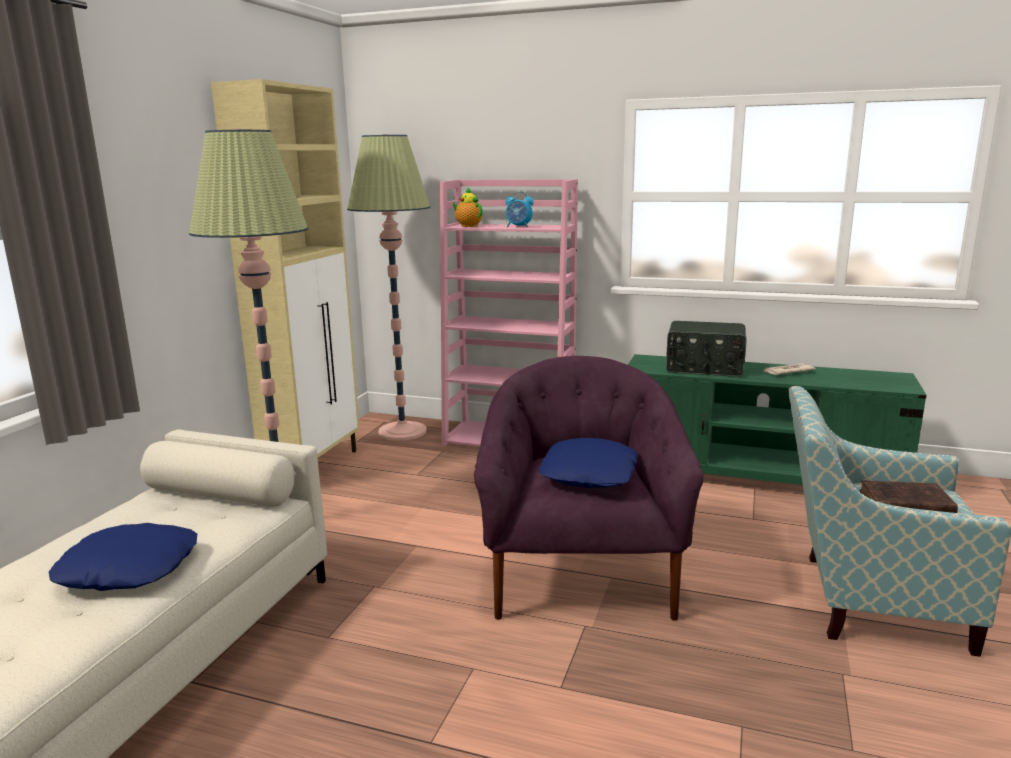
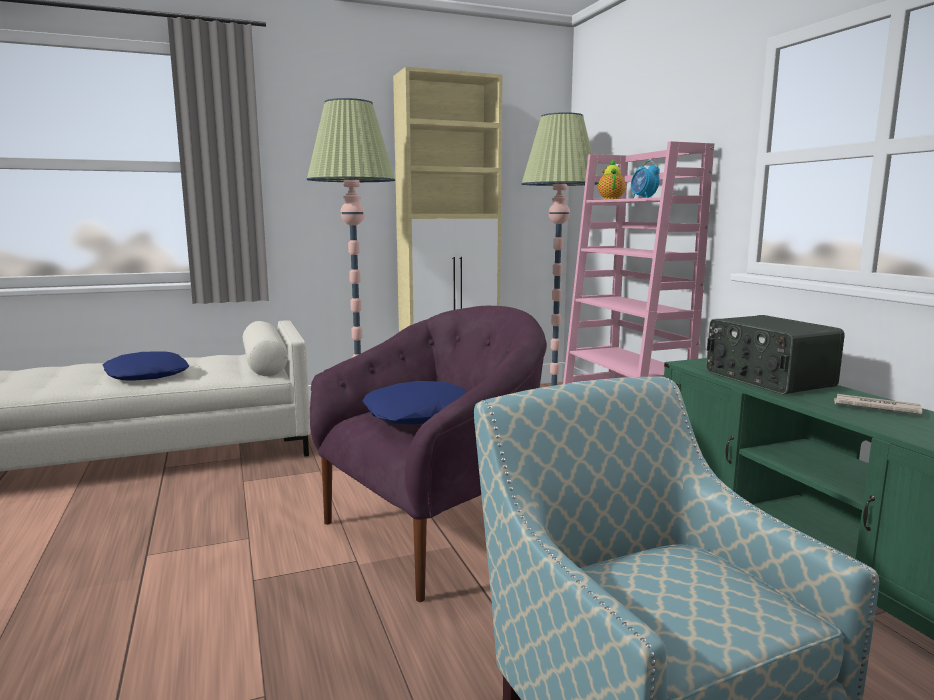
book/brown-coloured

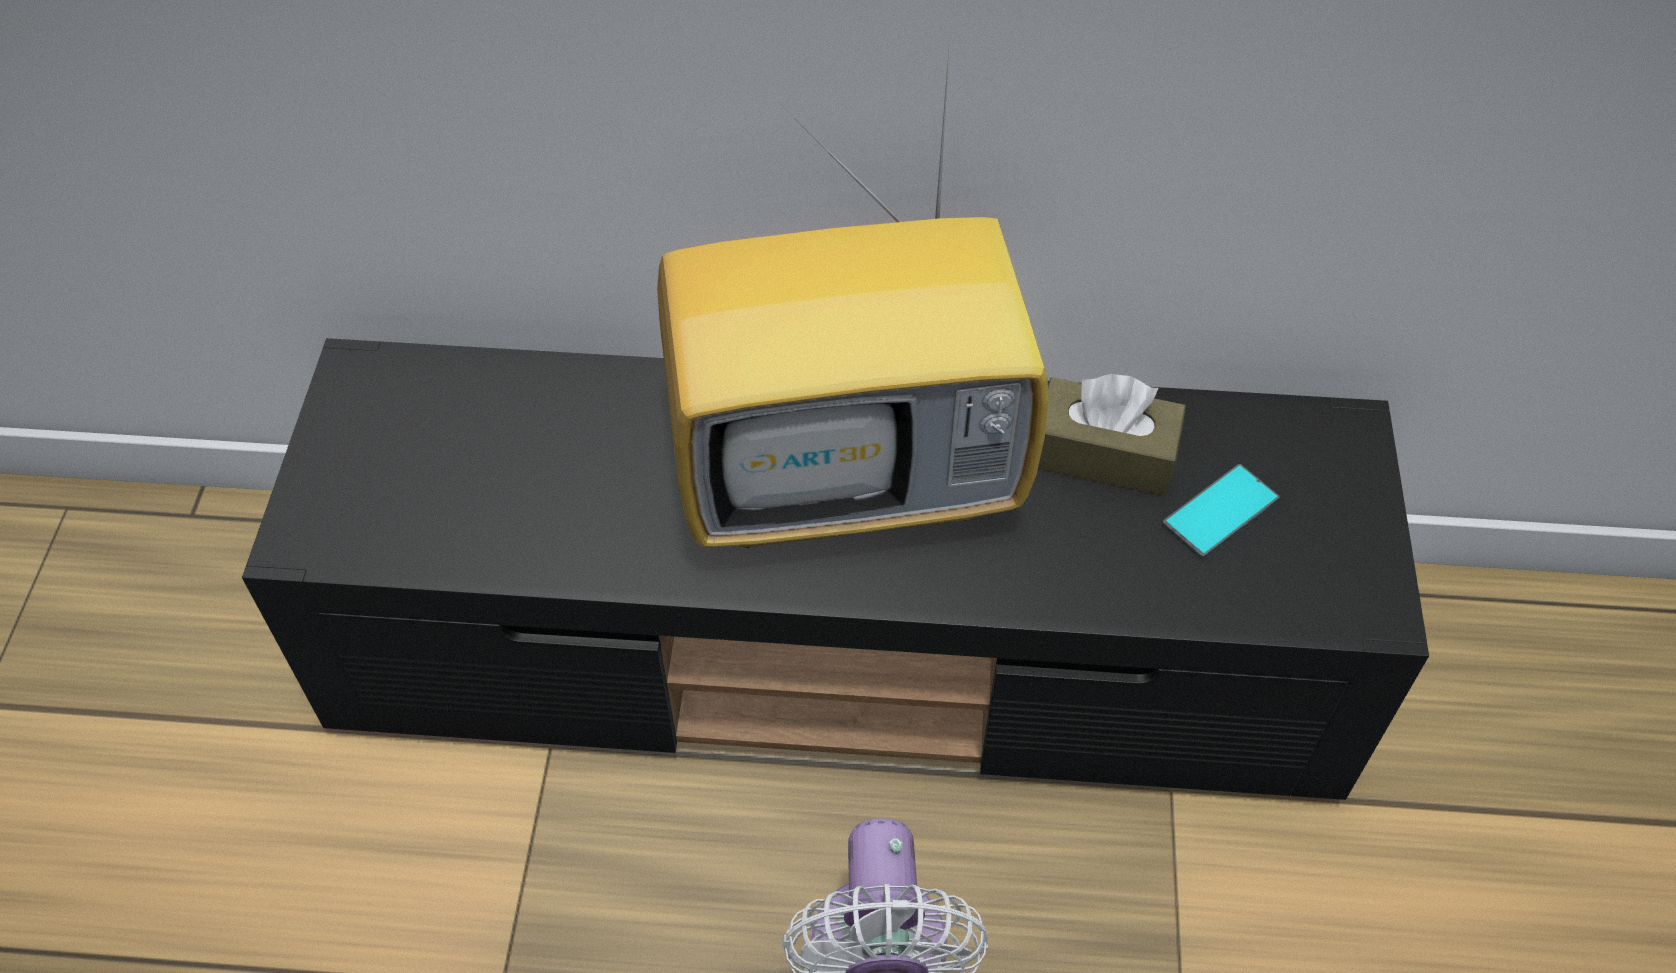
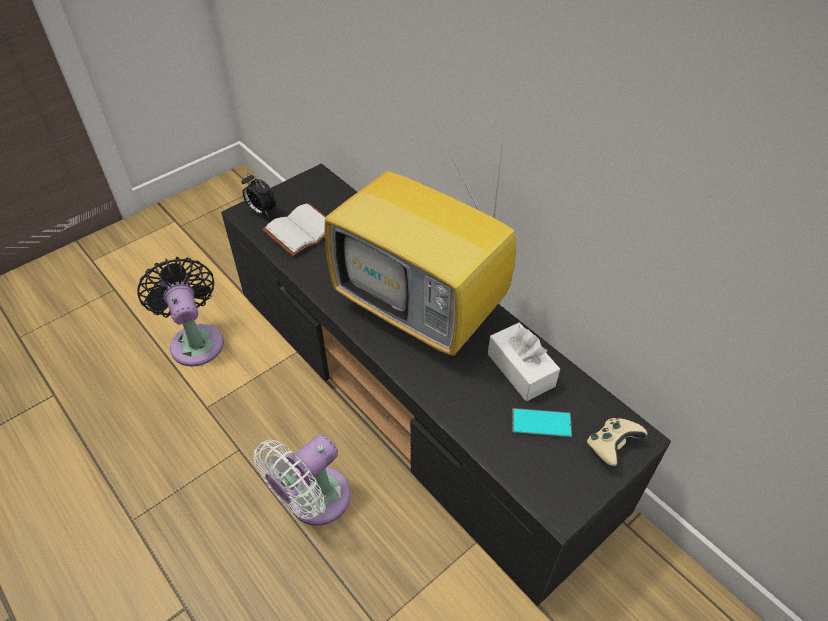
fan/black; table clock; book/white-coloured; gamepad/beige; tissue holder/white-coloured

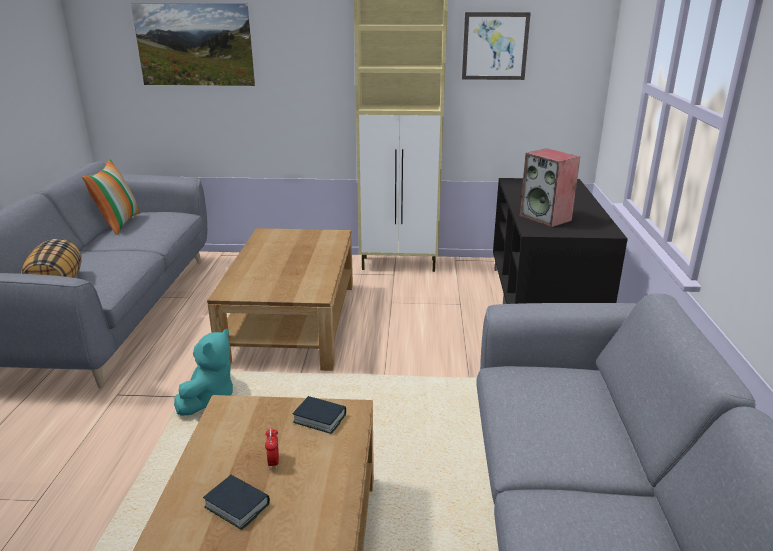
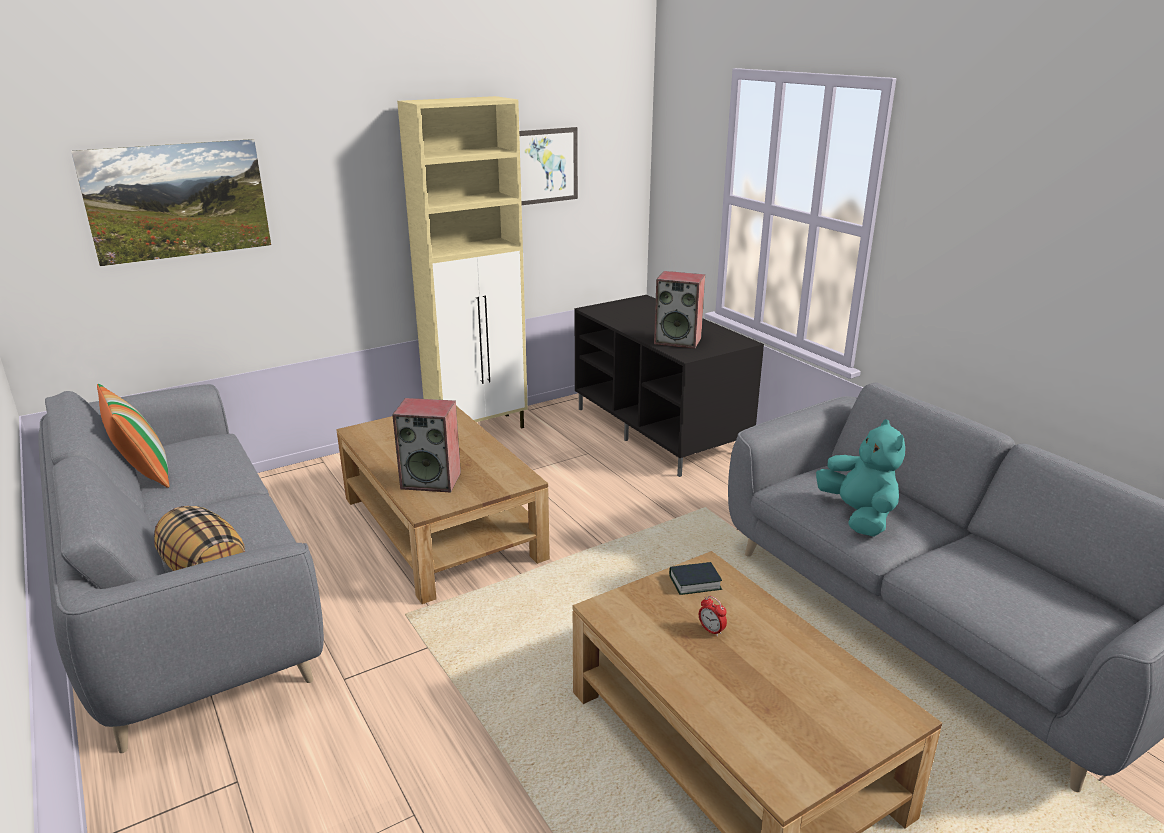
book (1st from left in the first image); loudspeaker (1st from left); plush toy/turquoise-coloured

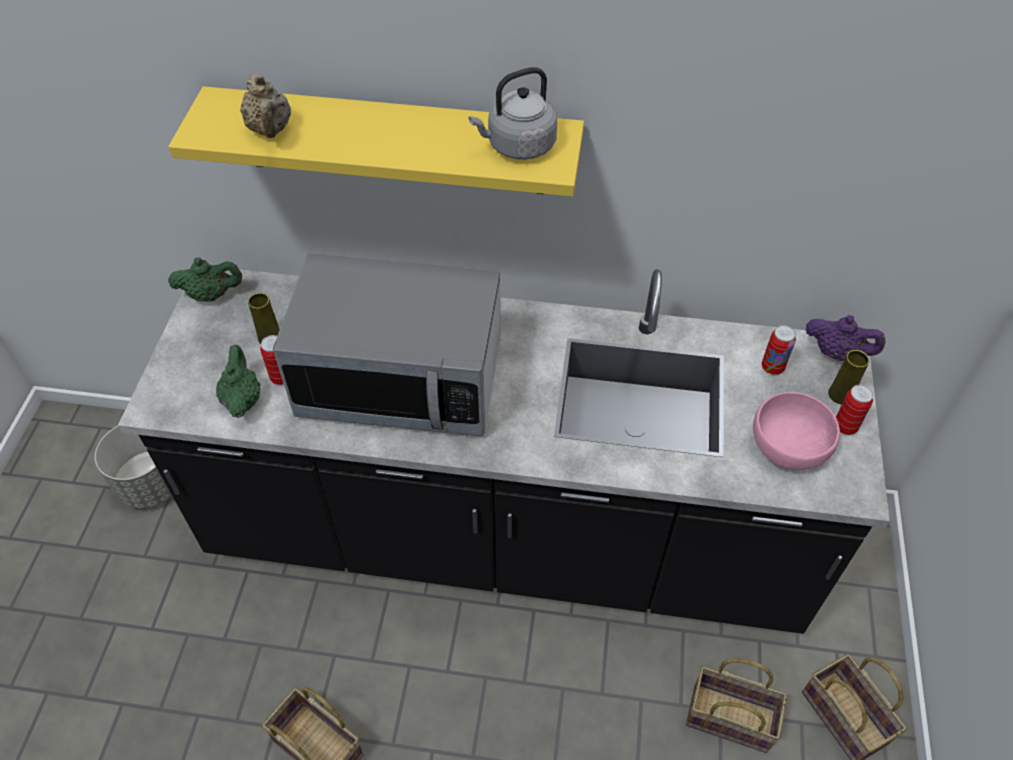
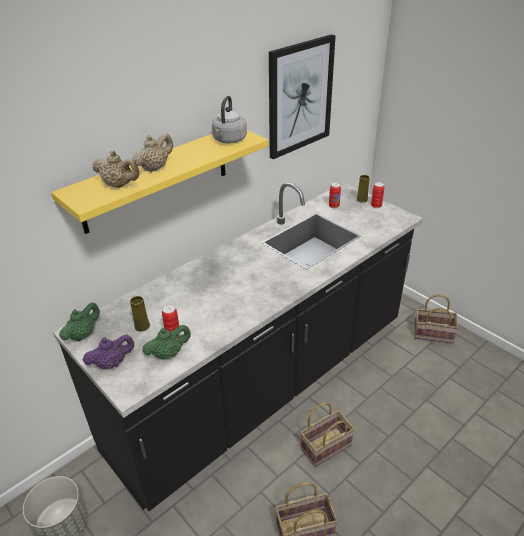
microwave oven; deep dish/pinkish; pot for tea/beige (2nd from left); picture; household basket (2nd from left); pot for tea/purple-coloured; pot for tea/green-coloured (2nd from left)

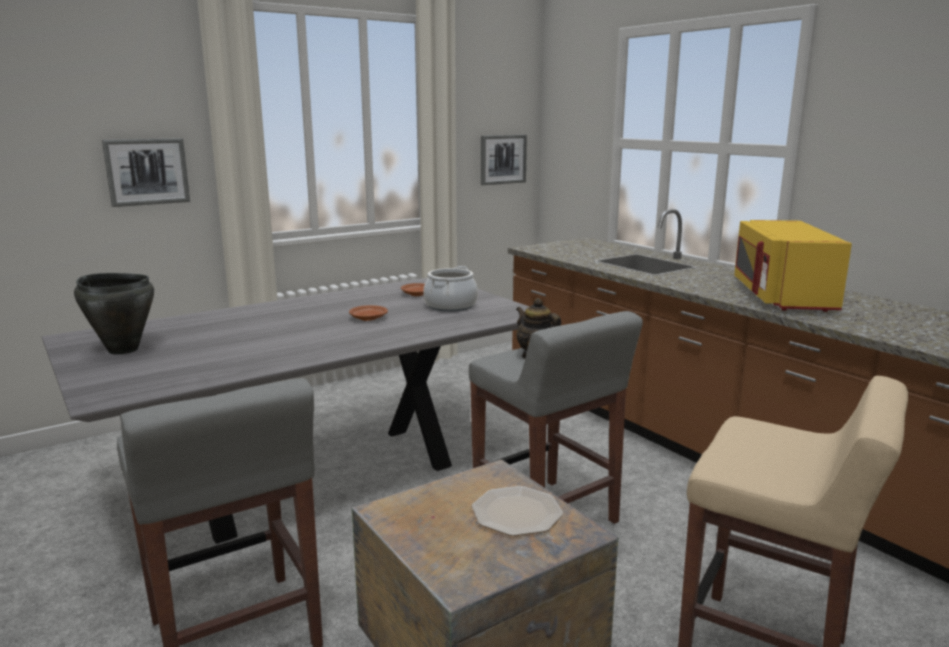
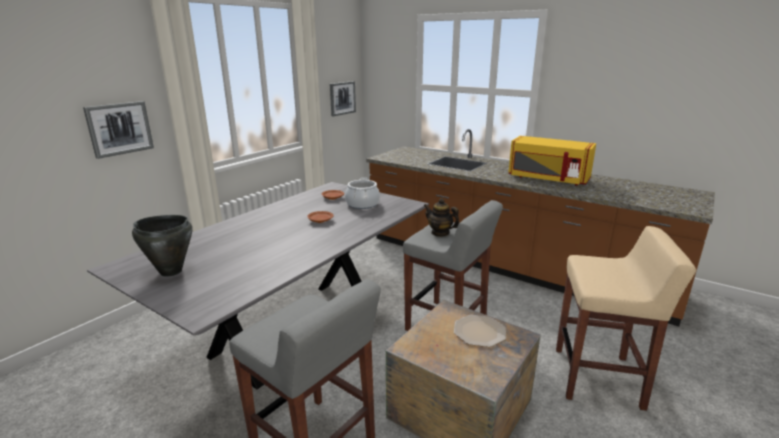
microwave oven/yellow-coloured

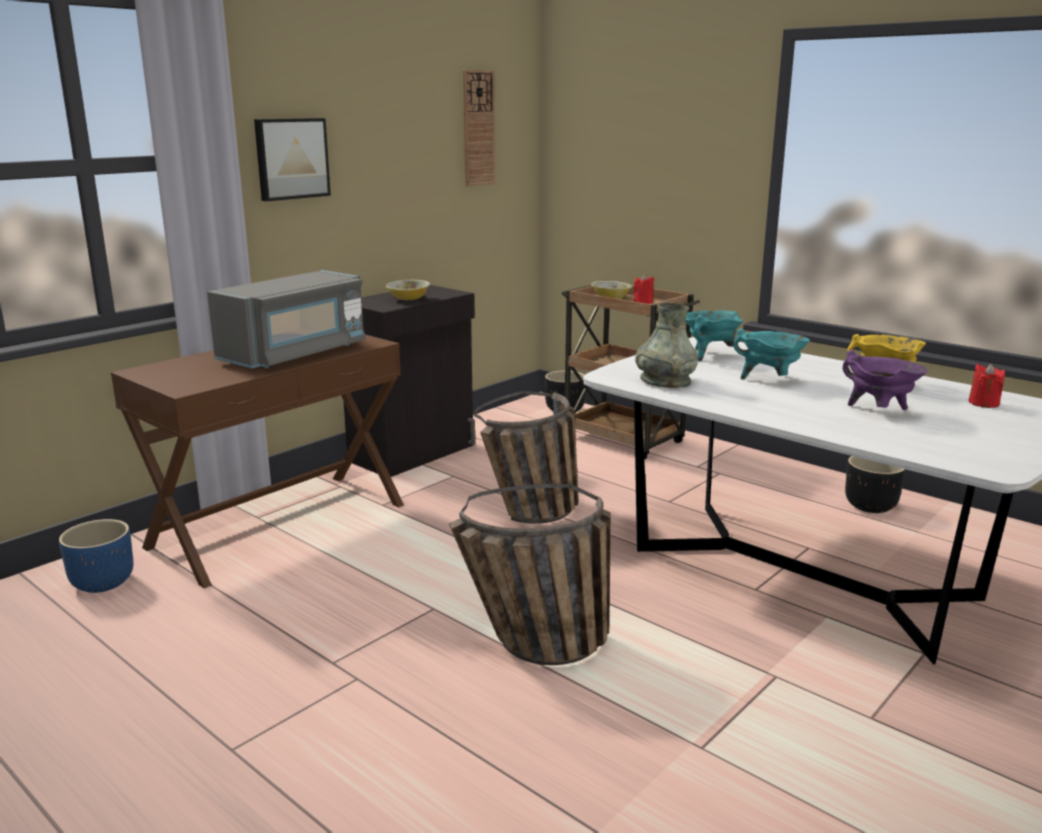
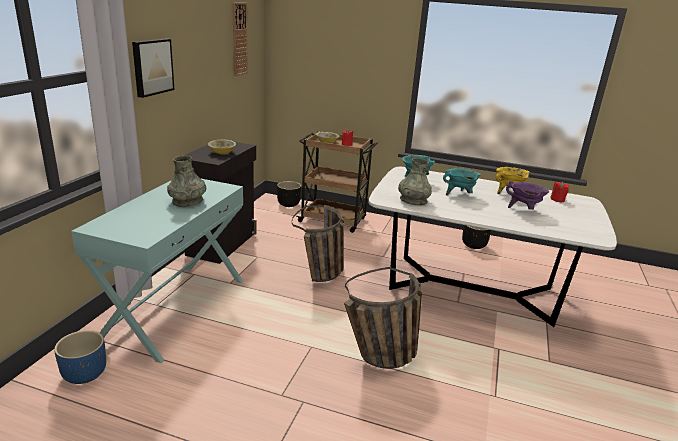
flower vase/gray (1st from left); hall table/turquoise-coloured

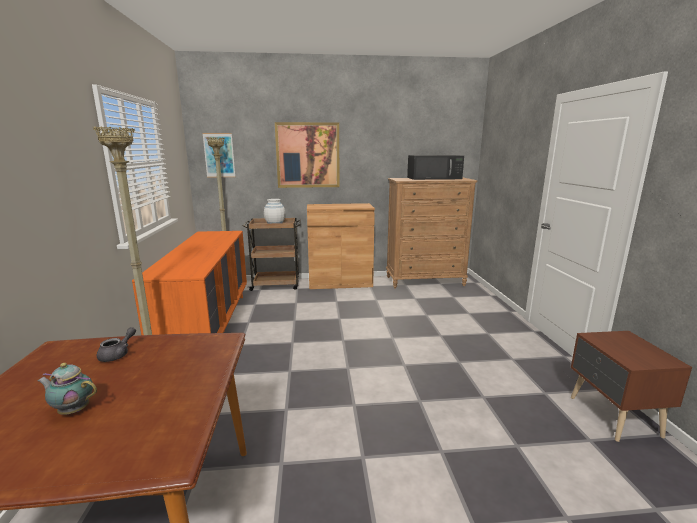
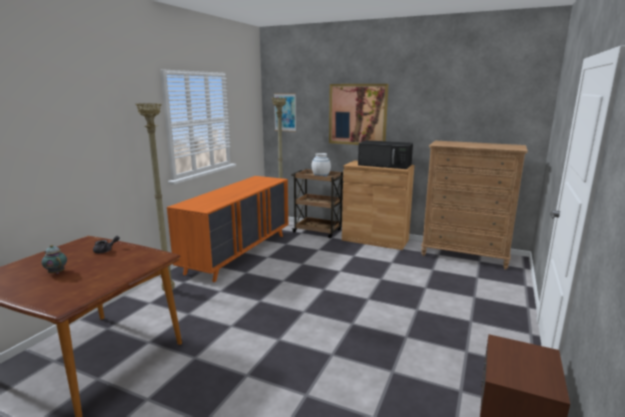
microwave oven/black

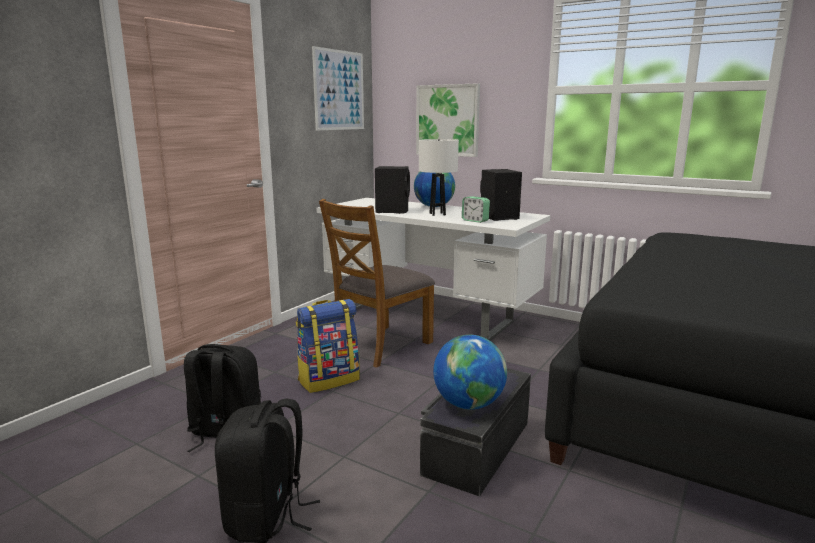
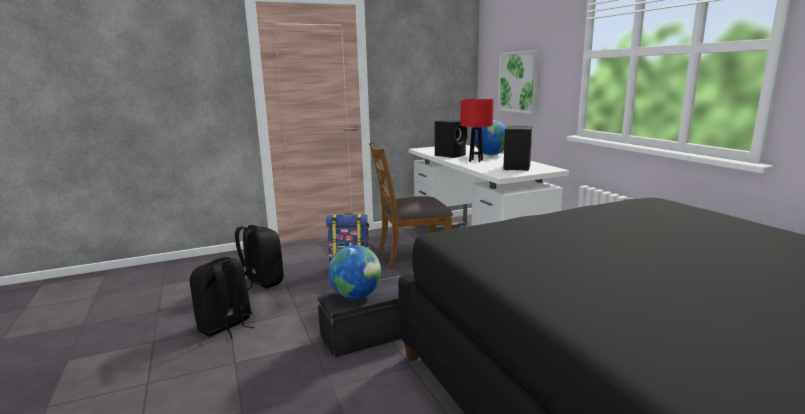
picture (1st from left in the first image); table clock; lamp for a table/reddish

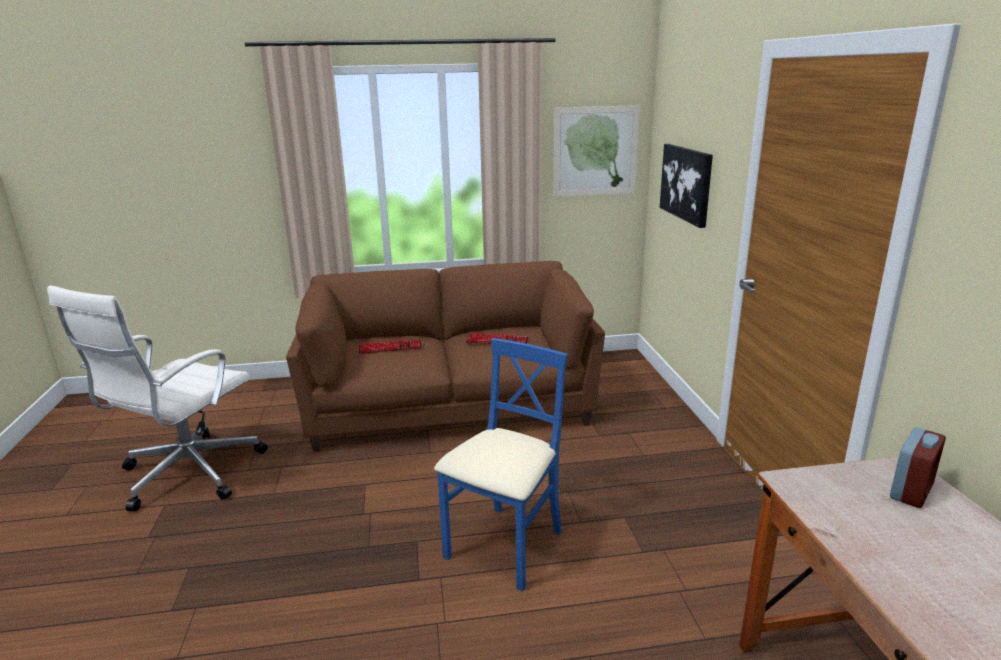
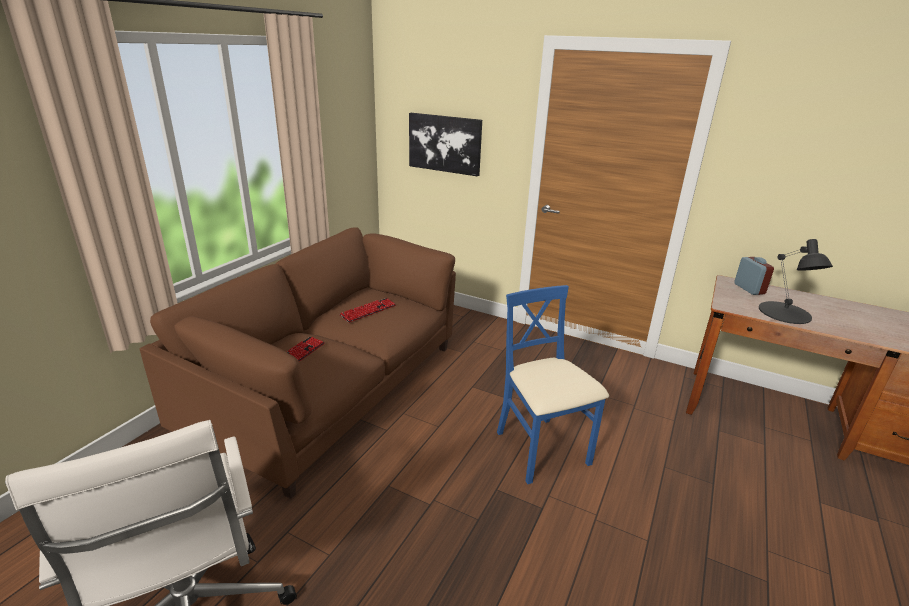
picture (1st from left in the first image); lamp for a table/black

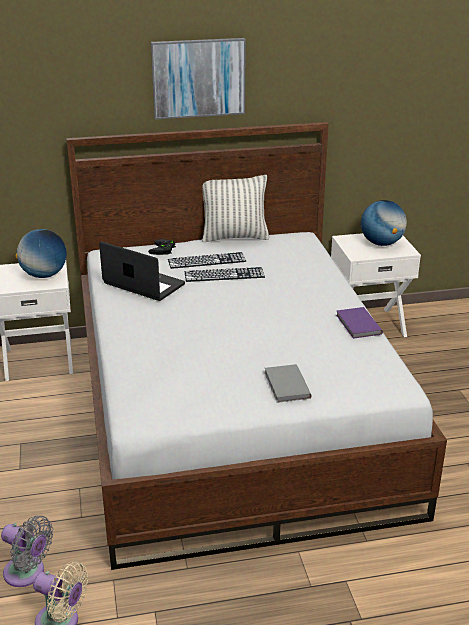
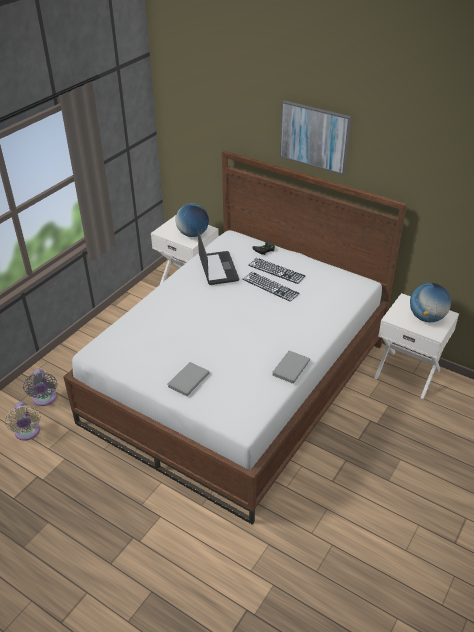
throw pillow; book/gray (2nd from left)

